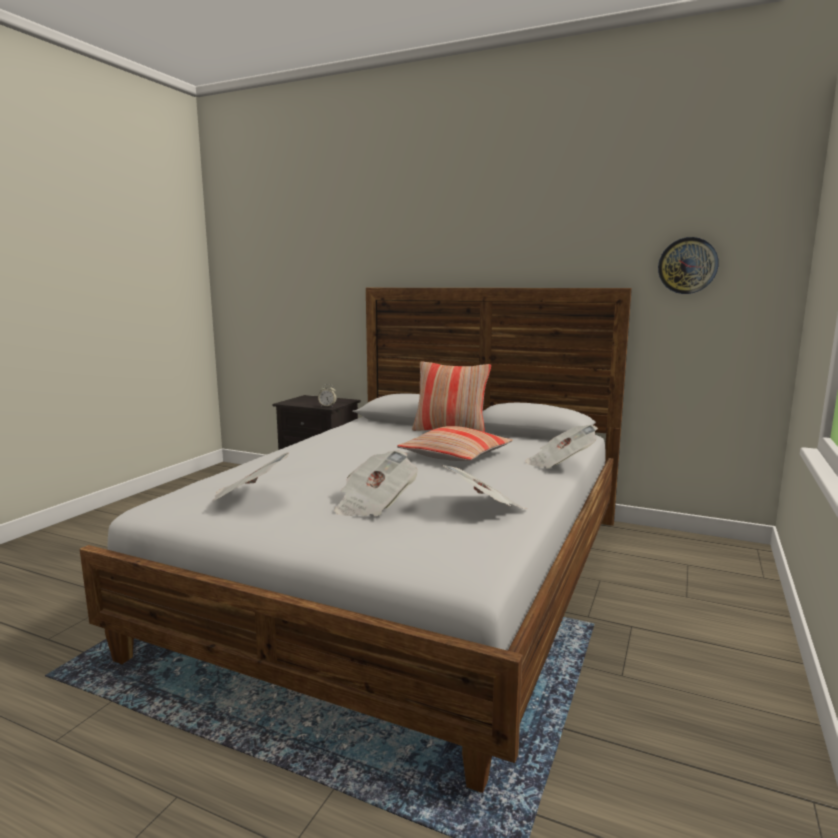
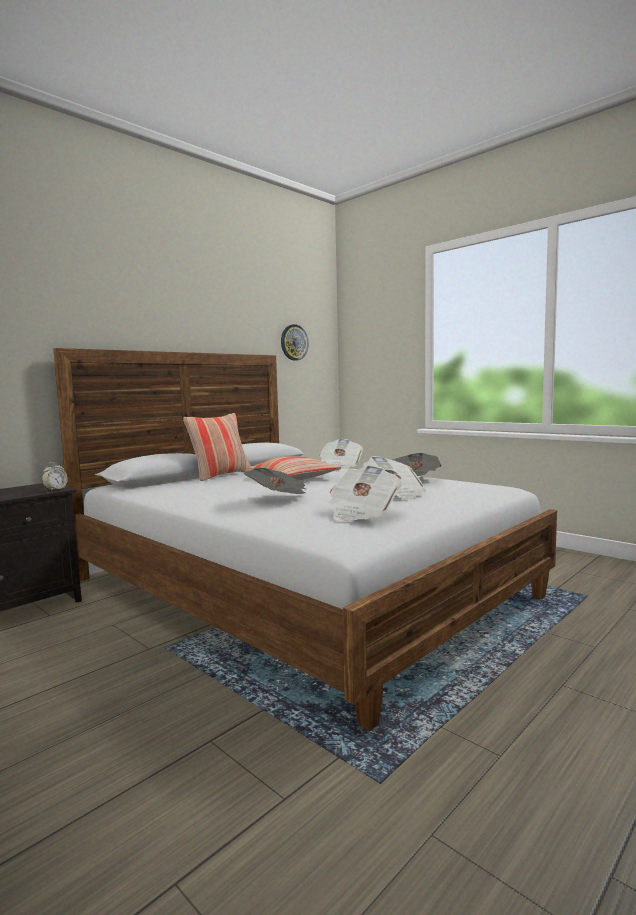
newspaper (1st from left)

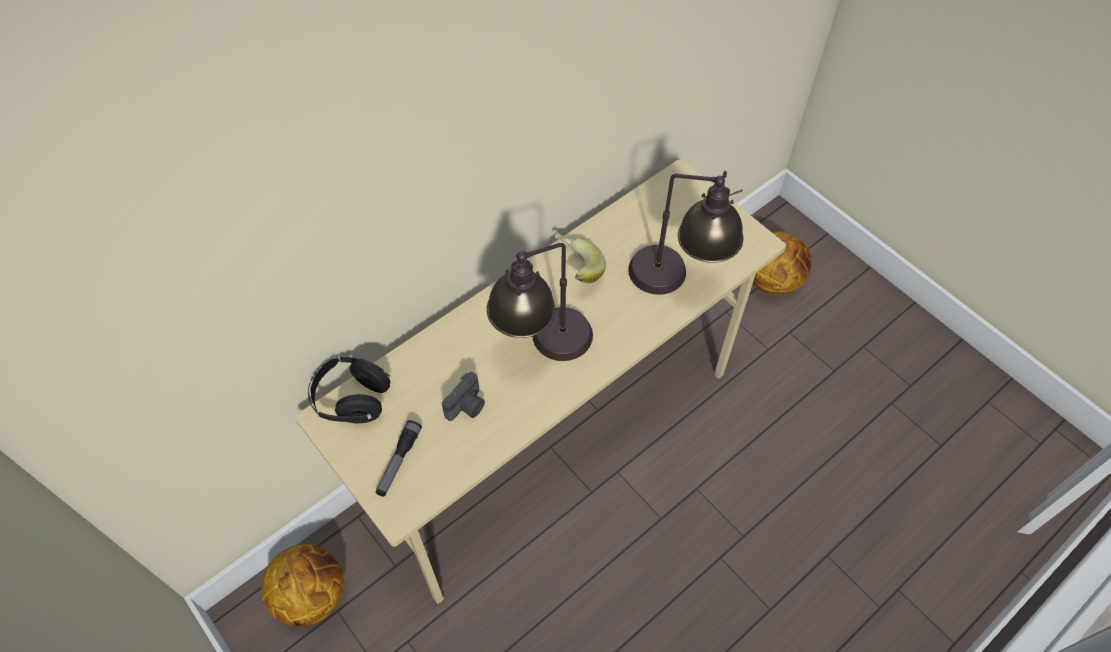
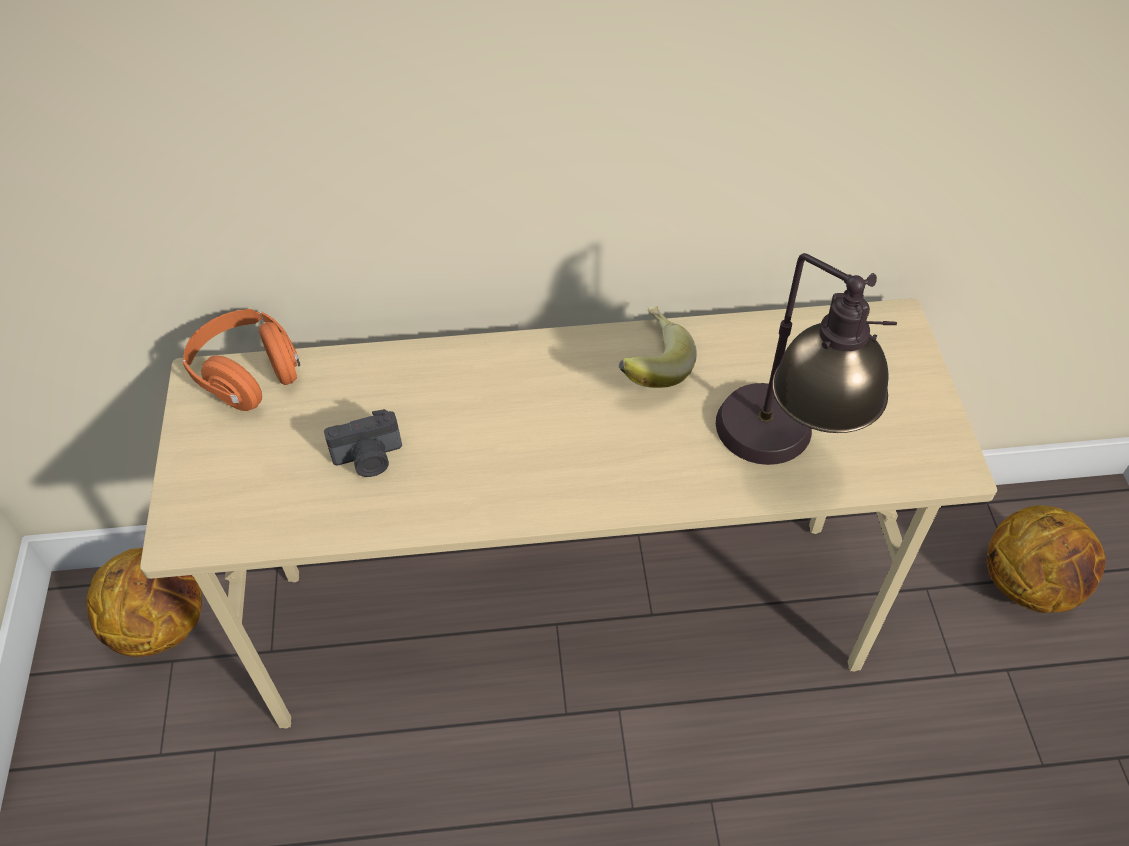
hand torch; lamp for a table (1st from left in the first image); pair of headphones/orange-coloured

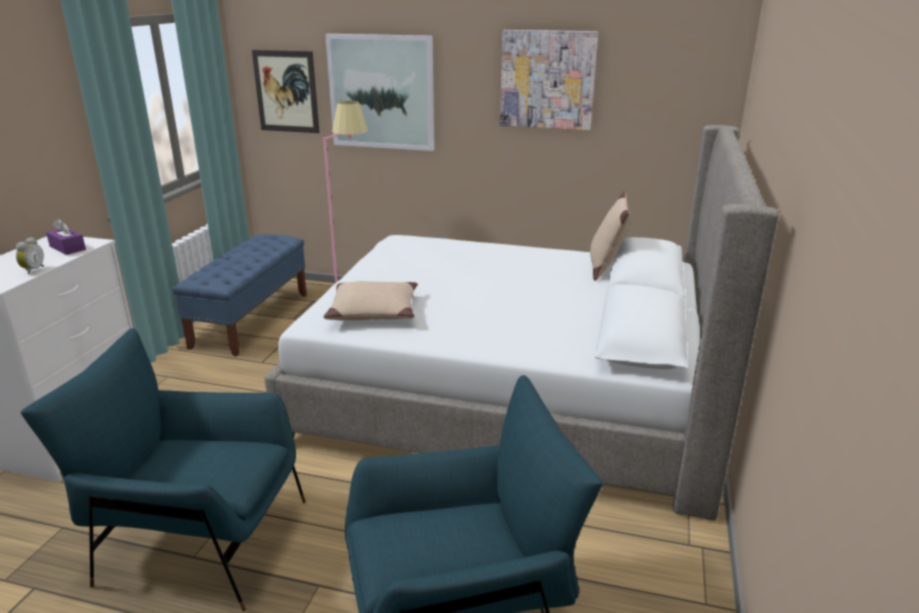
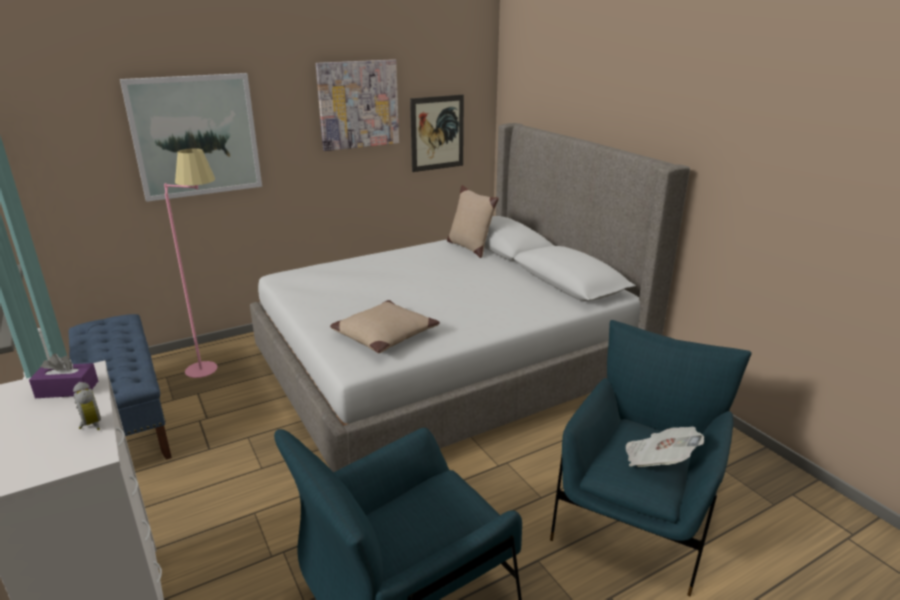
newspaper; picture (3rd from left)

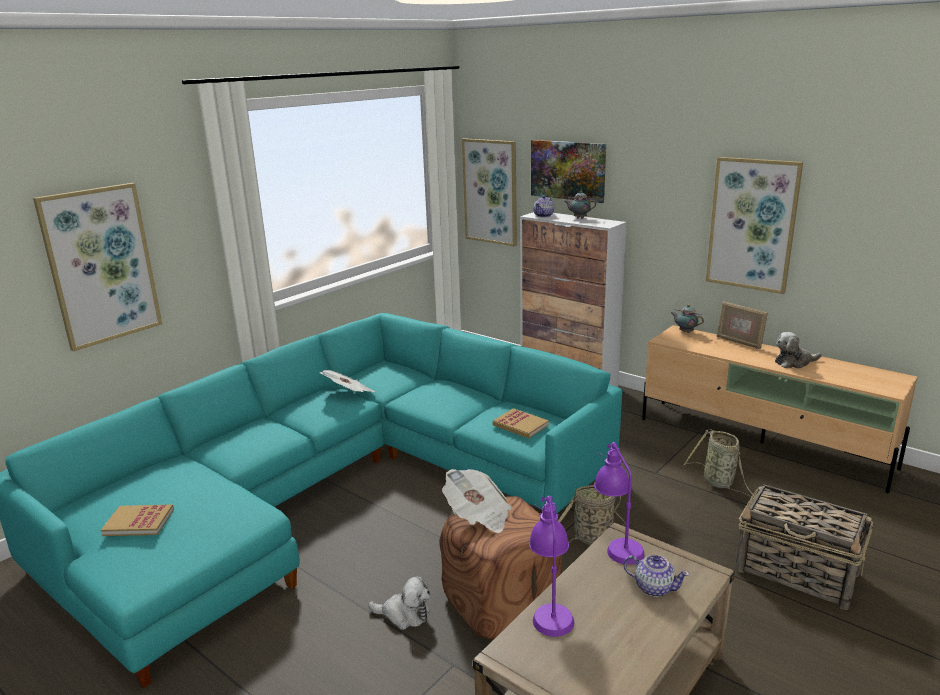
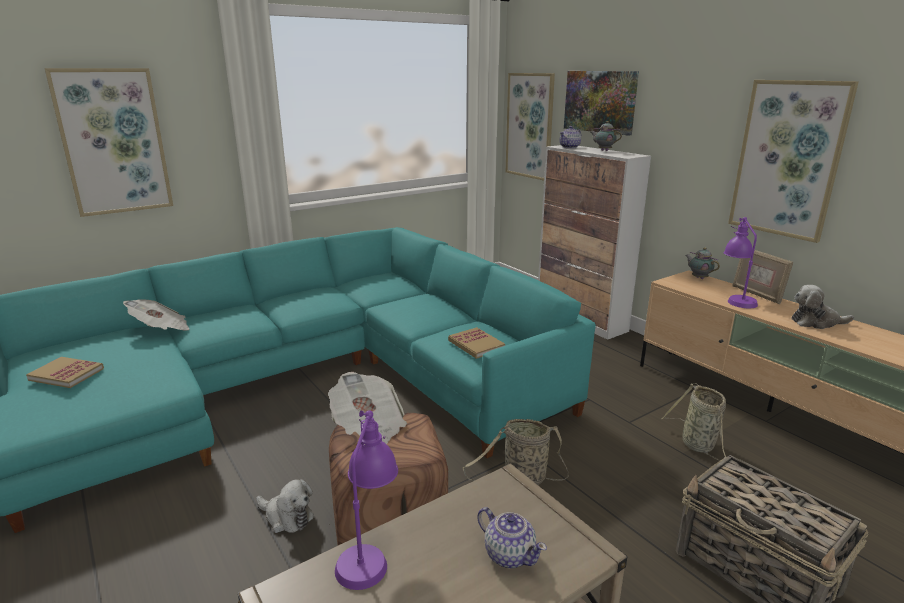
newspaper (1st from left); lamp for a table/purple-coloured (2nd from left)

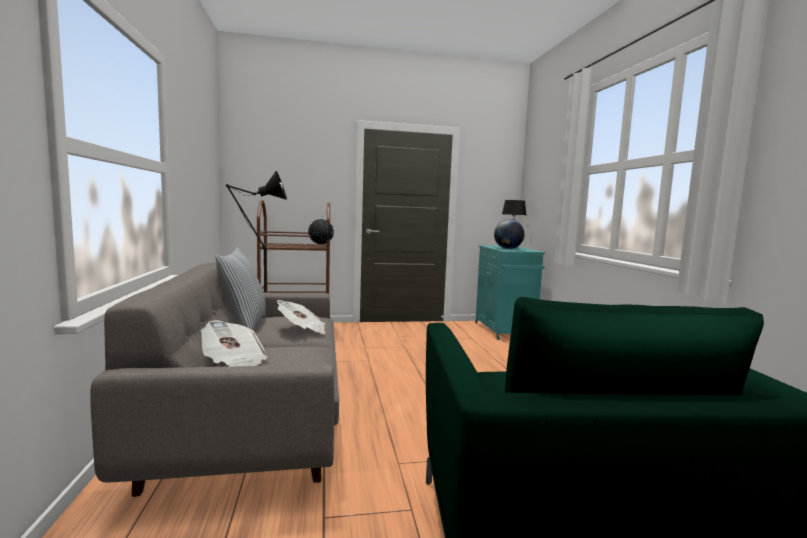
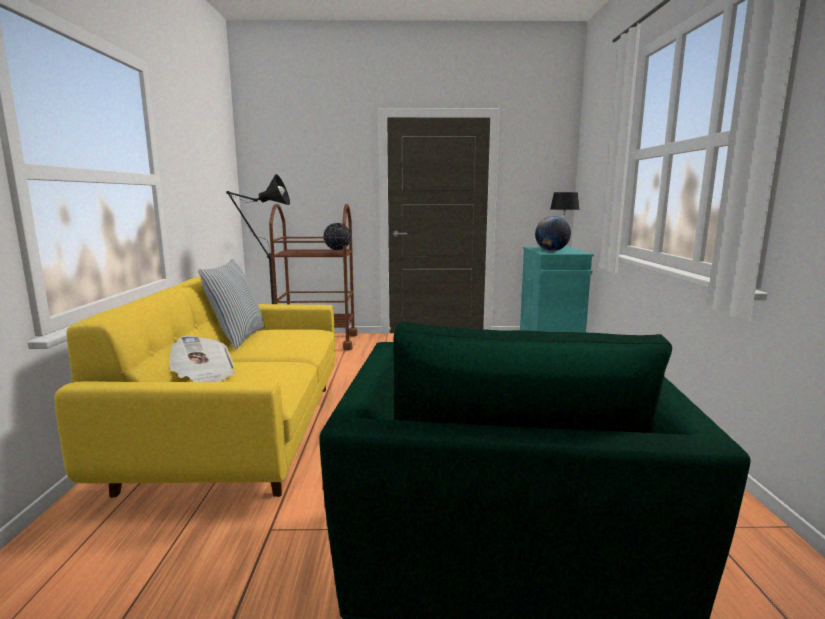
newspaper (2nd from left in the first image); couch/yellow-coloured

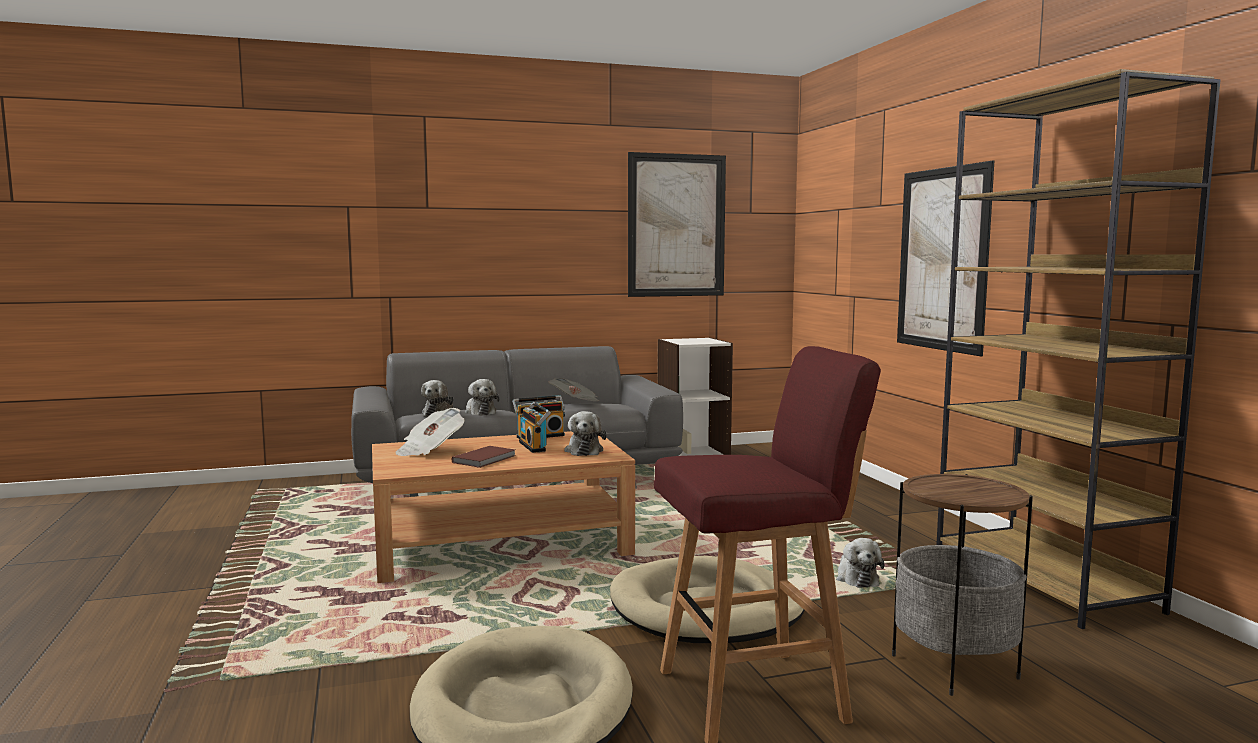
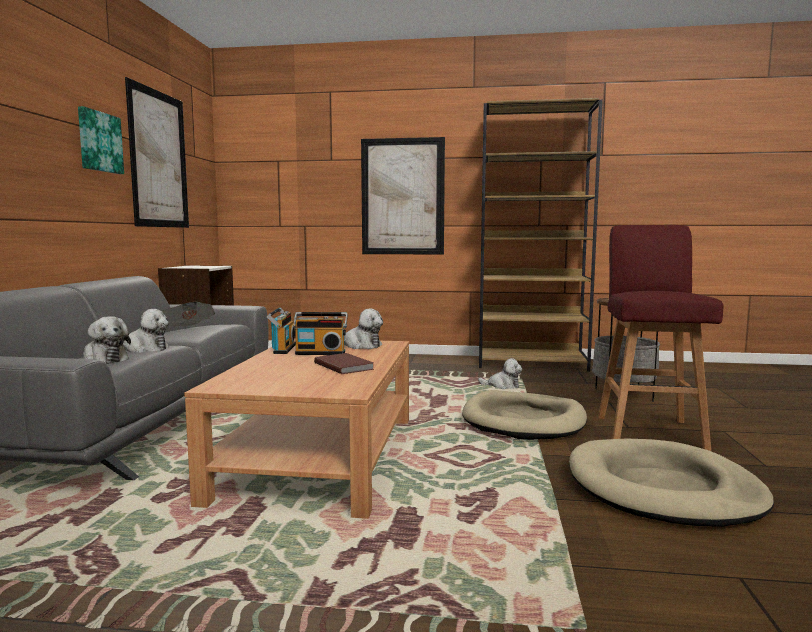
newspaper (1st from left in the first image); picture (1st from left)

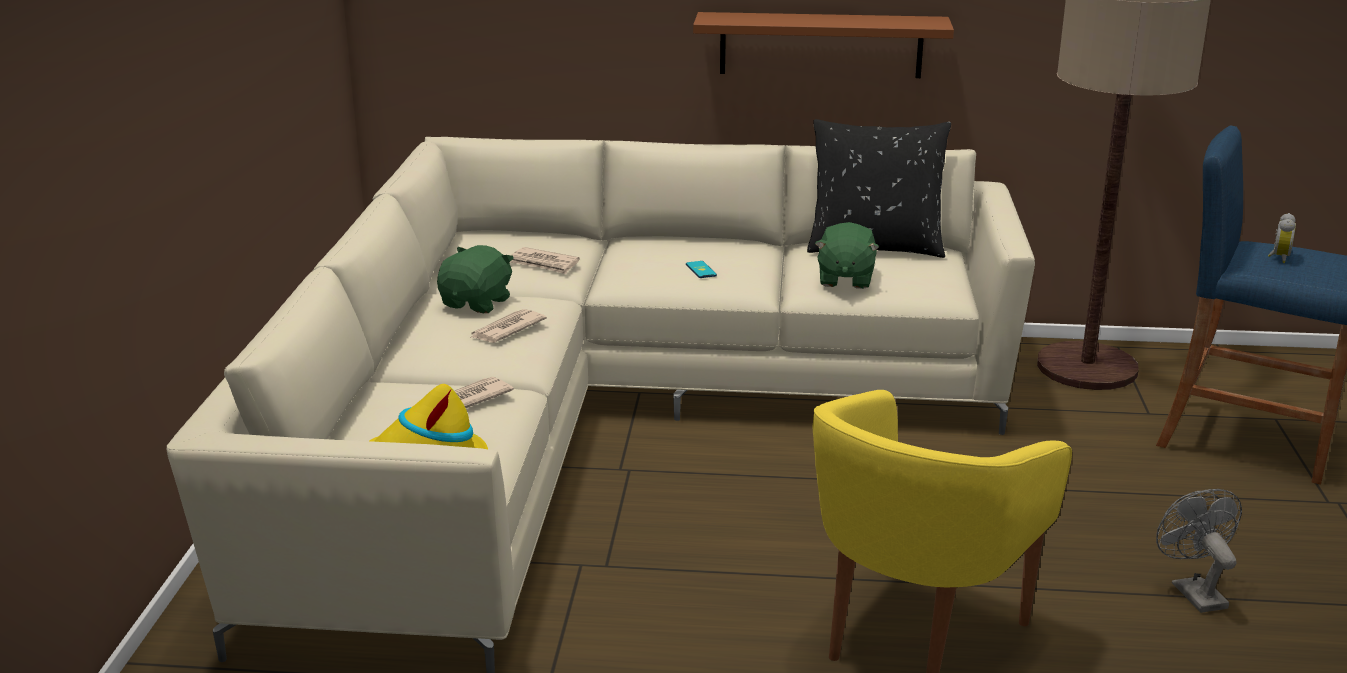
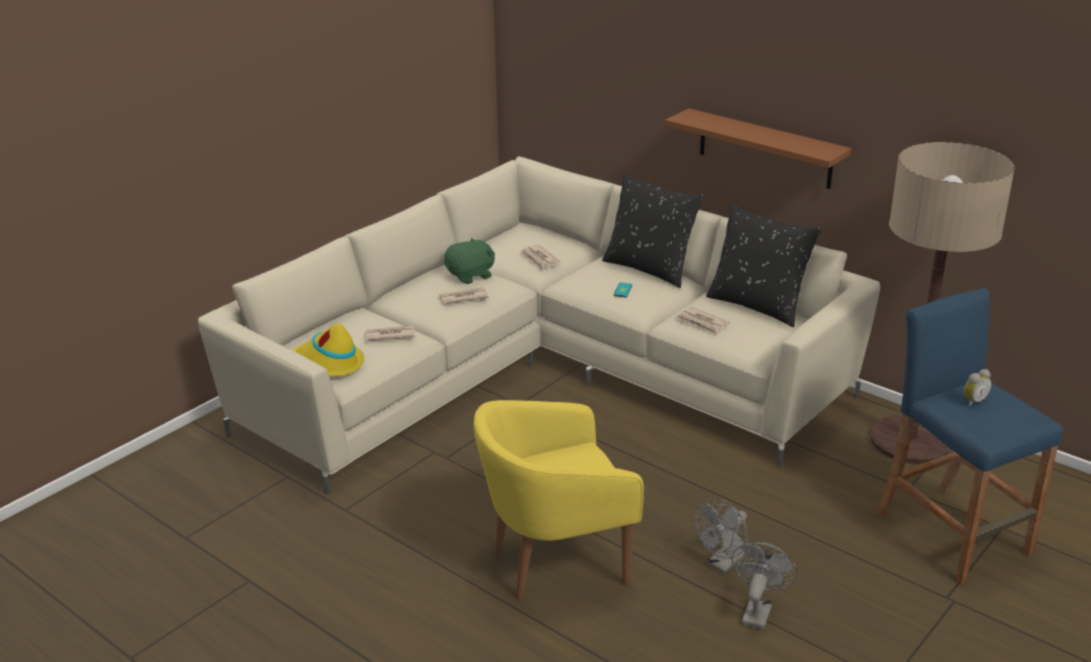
throw pillow/black (1st from left); fan/gray (1st from left); newspaper (4th from left)

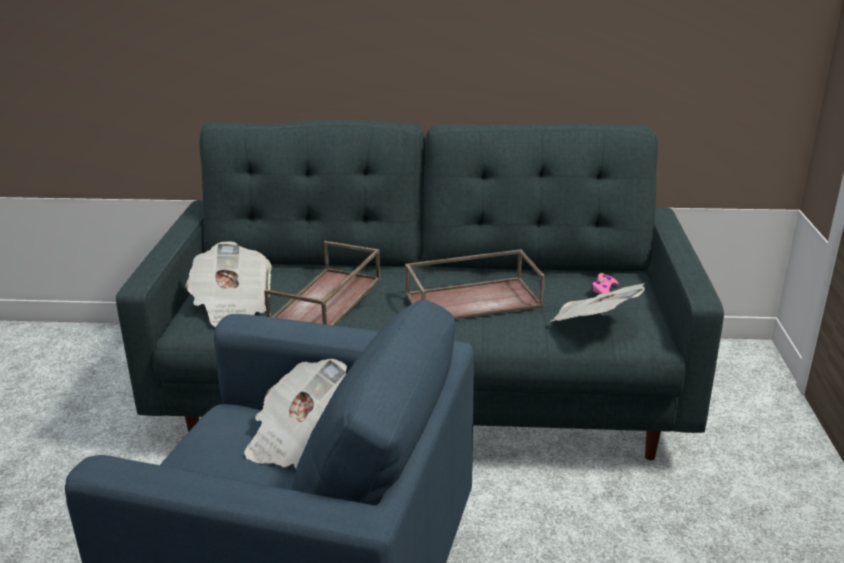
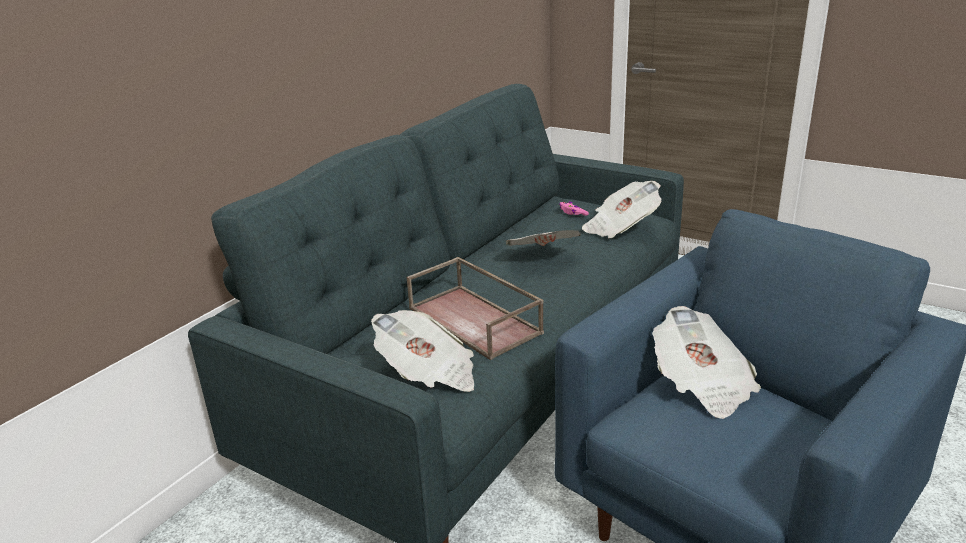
newspaper (2nd from left)

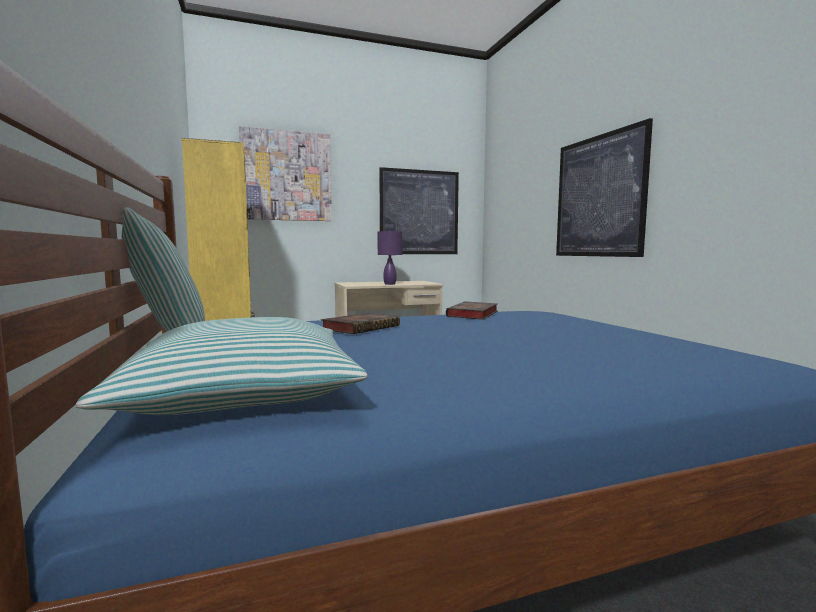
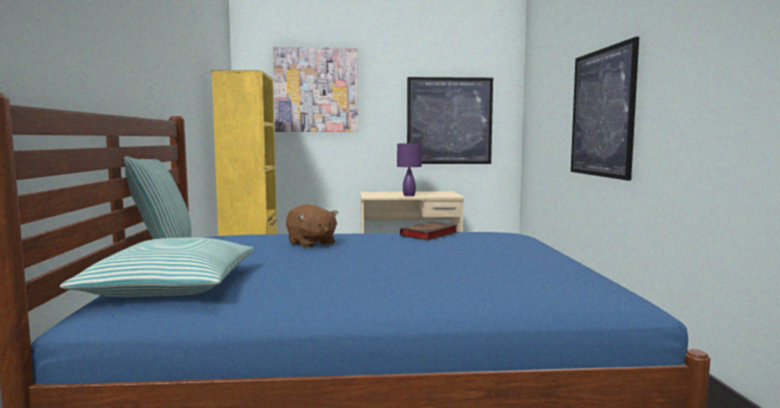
plush toy/brown-coloured

